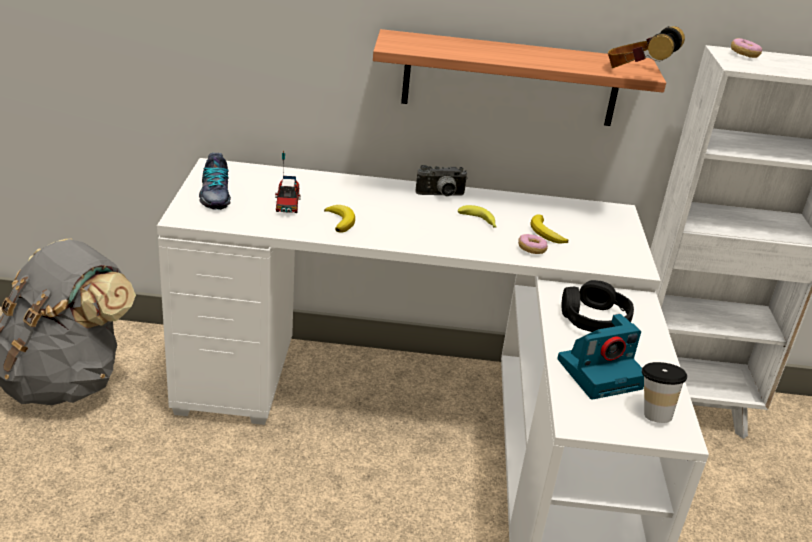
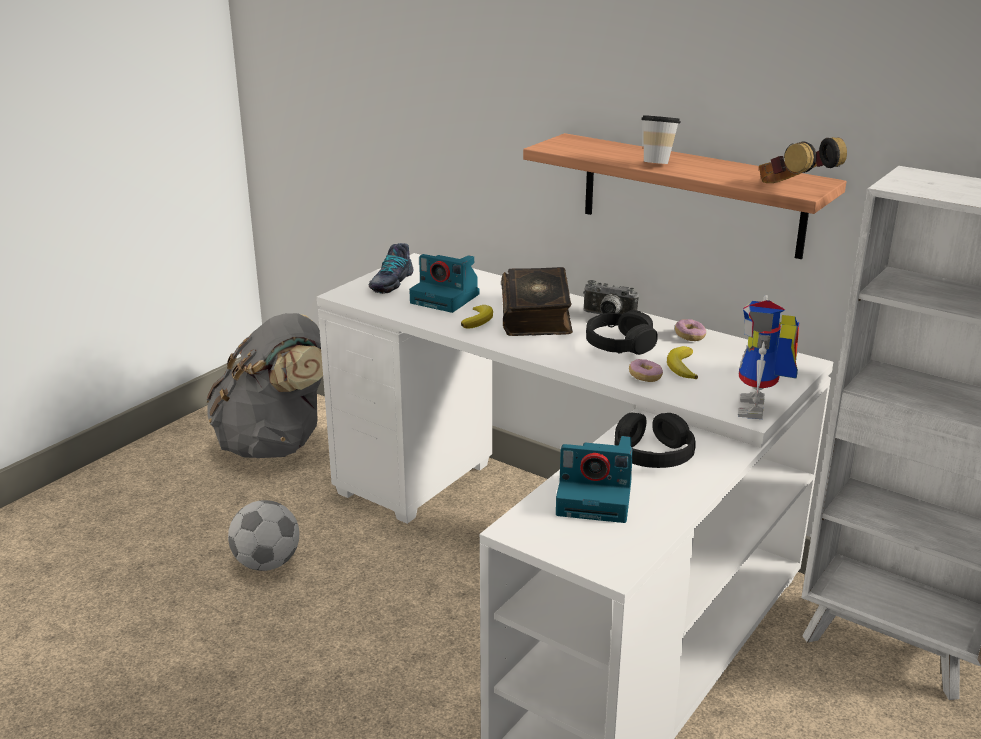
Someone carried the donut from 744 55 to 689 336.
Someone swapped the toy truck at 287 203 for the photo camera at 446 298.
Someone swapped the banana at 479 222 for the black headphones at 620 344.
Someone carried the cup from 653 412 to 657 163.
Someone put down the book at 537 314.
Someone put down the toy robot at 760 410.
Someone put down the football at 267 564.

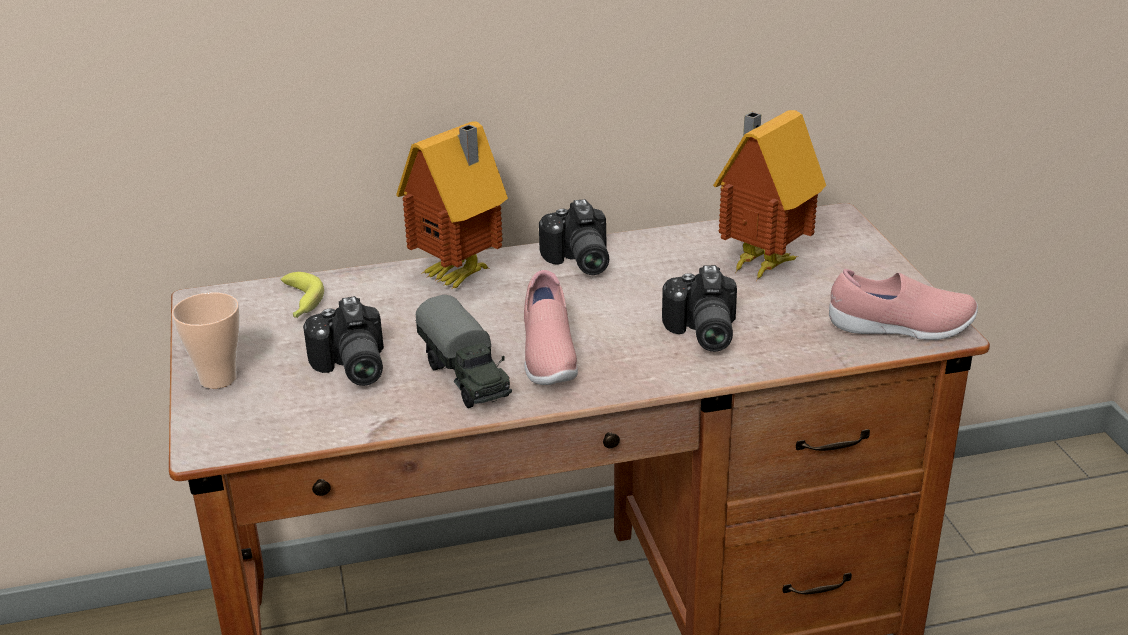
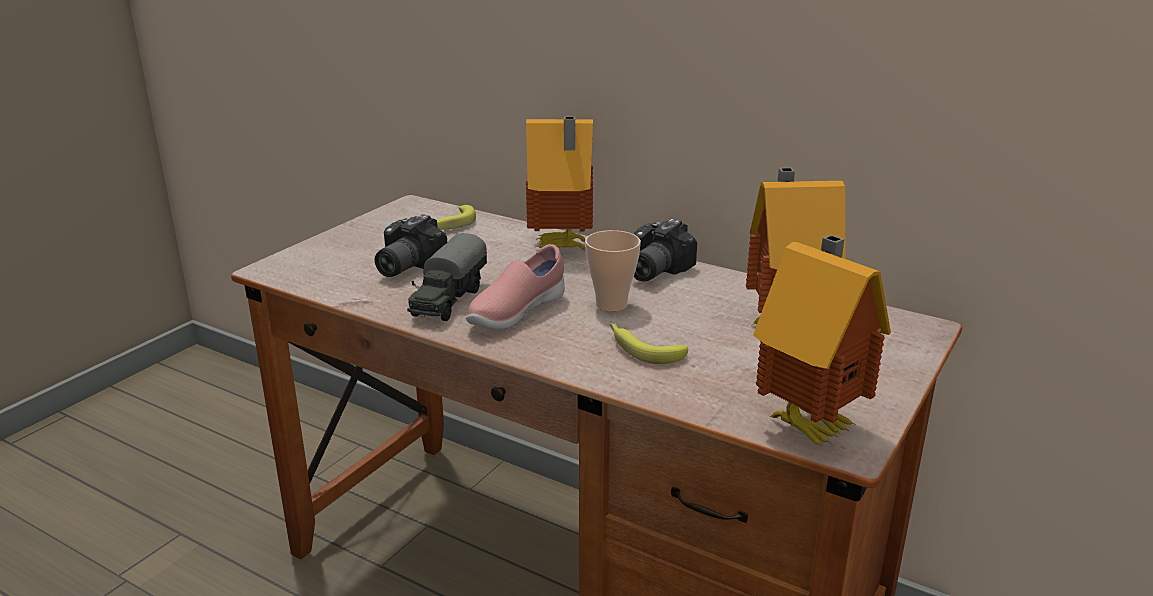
Someone swapped the photo camera at 700 333 for the banana at 642 348.
Someone swapped the pink shoe at 901 328 for the toy house at 812 425.
Someone carried the cup from 218 378 to 611 305.

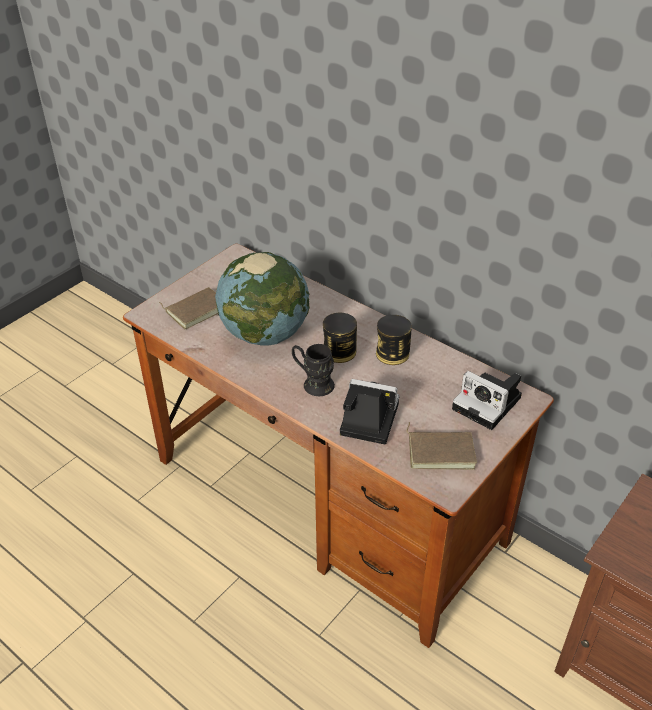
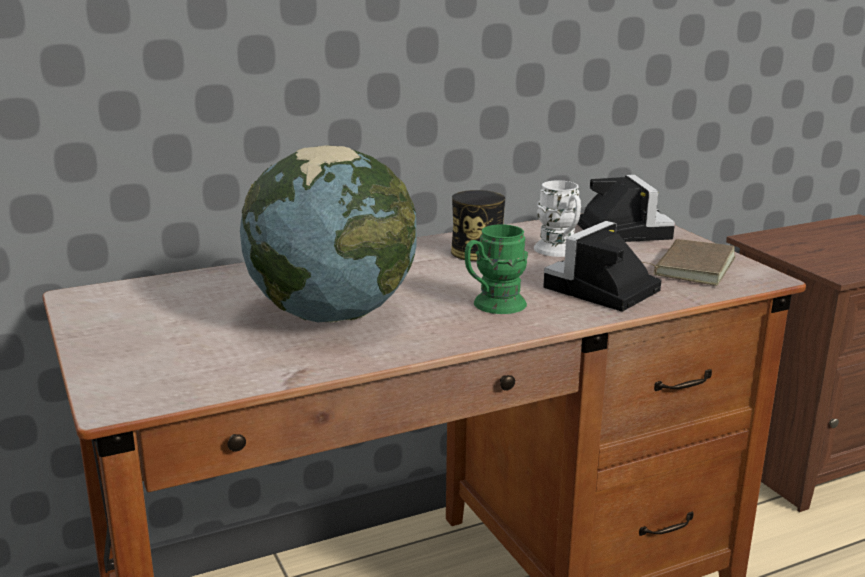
Someone took away the brown book at 196 309.
Someone took away the can at 339 351.
Someone repainted the black mug at 313 383, which became the green mug at 492 306.
Someone rotated the photo camera at 489 404 by 75 degrees counterclockwise.
Someone put down the white mug at 560 252.

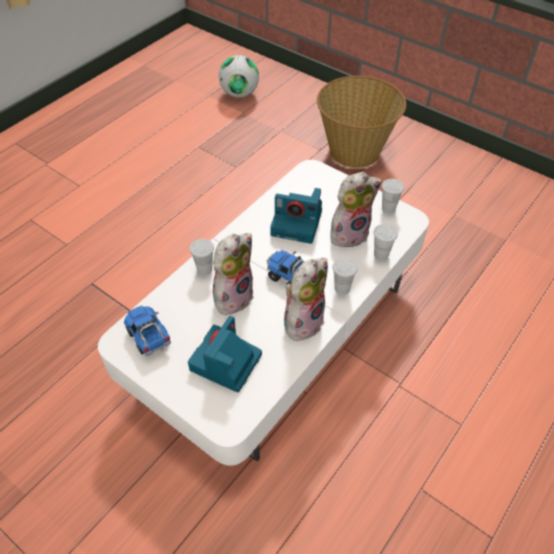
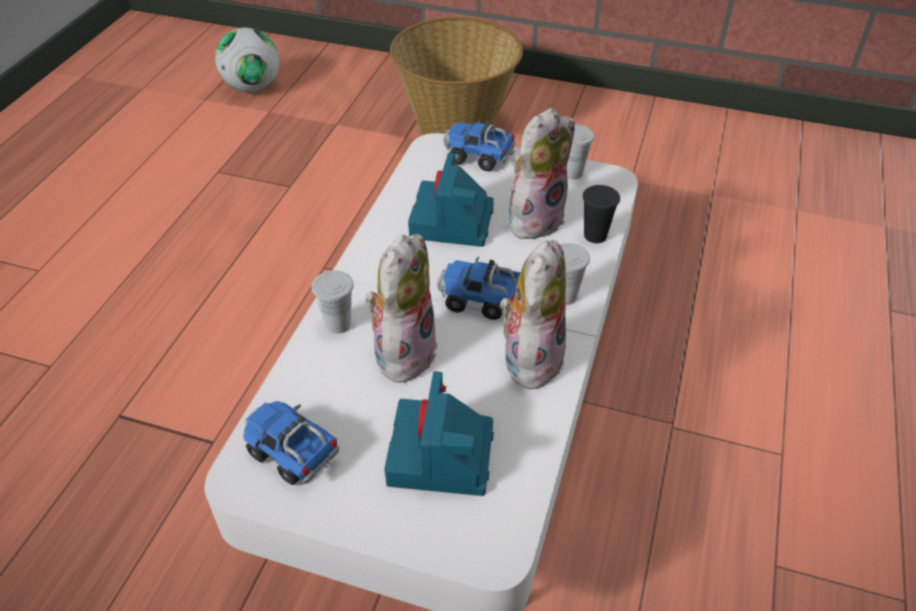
Someone rotated the photo camera at 298 223 by 105 degrees clockwise.
Someone repainted the white cup at 381 254, which became the black cup at 595 235.
Someone put down the toy truck at 479 157.

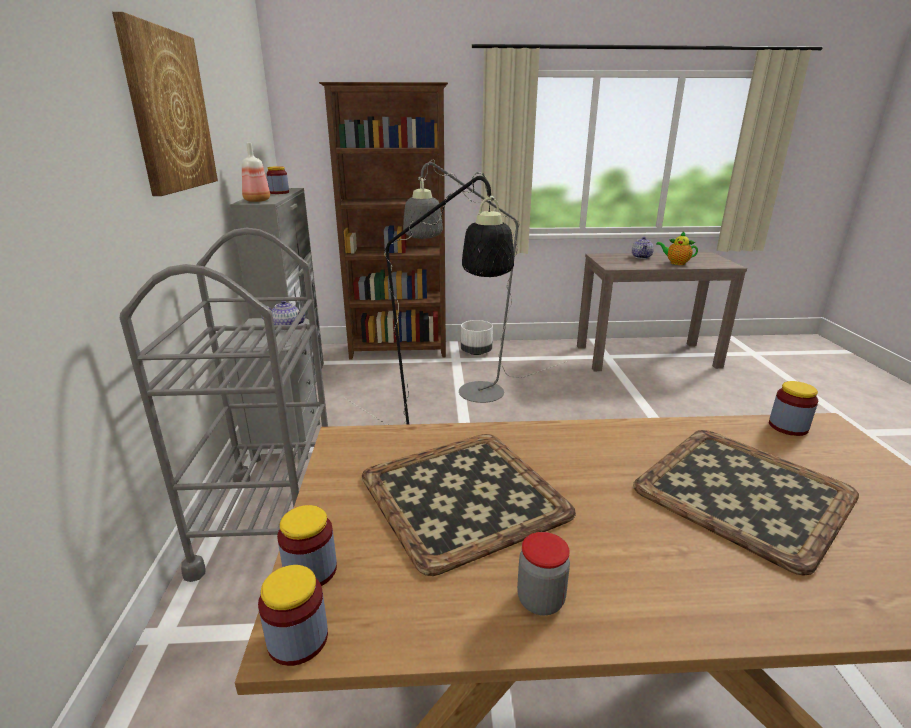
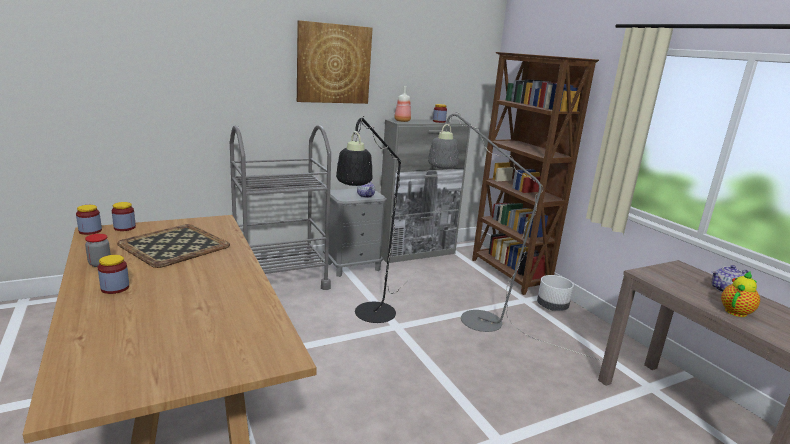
Someone rotated the teapot at 675 263 by 45 degrees clockwise.
Someone carried the jar from 788 427 to 115 288.
Someone took away the tray at 740 492.

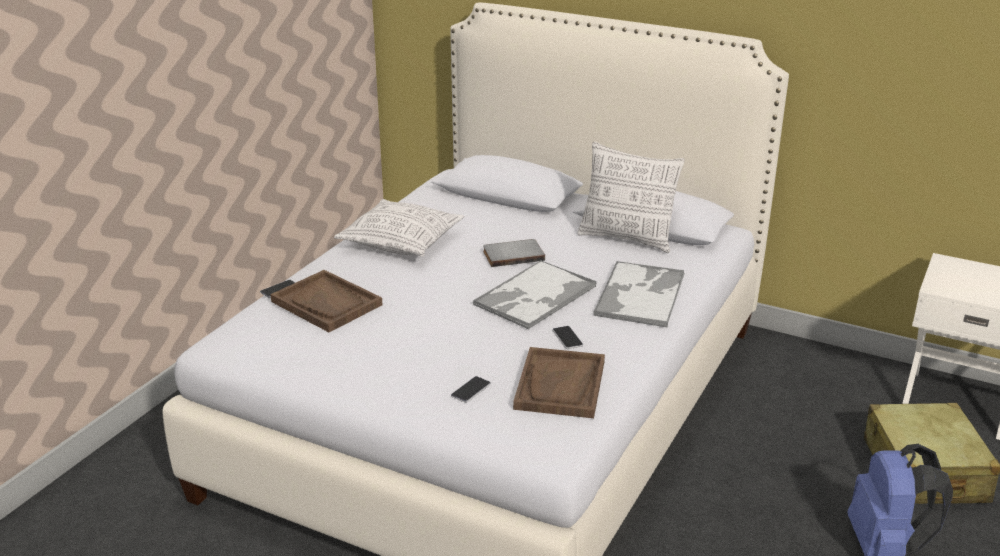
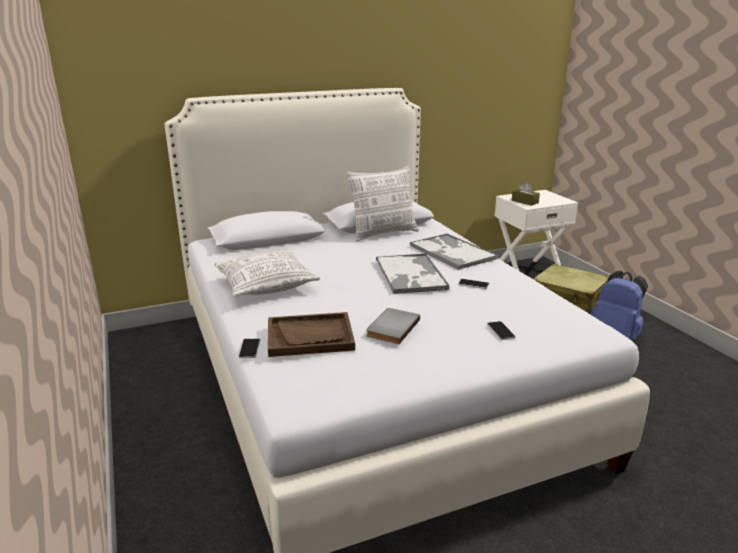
Someone carried the grey book from 513 254 to 391 327.
Someone took away the brown tray at 560 385.
Someone put down the brown tissue box at 524 201.

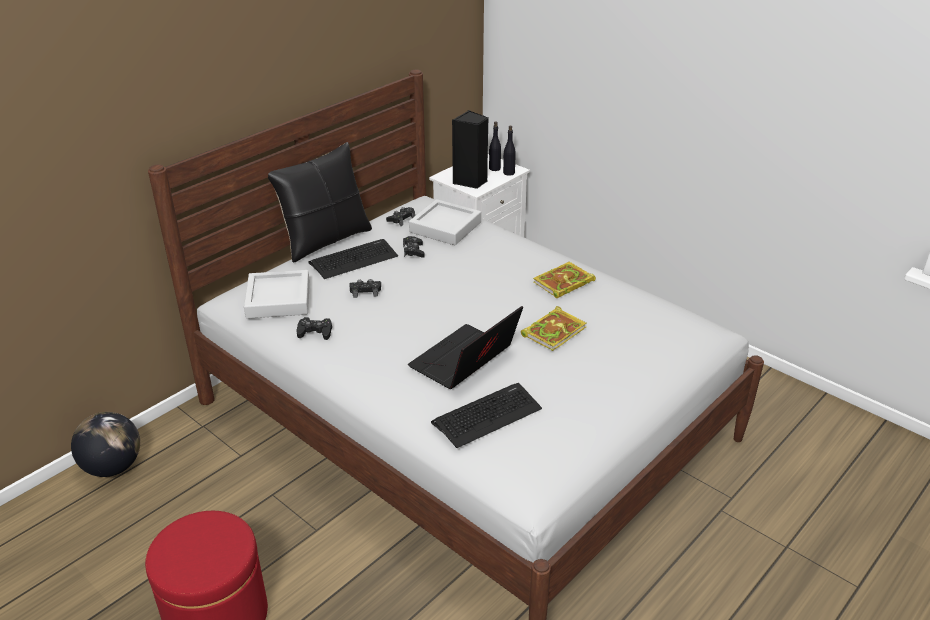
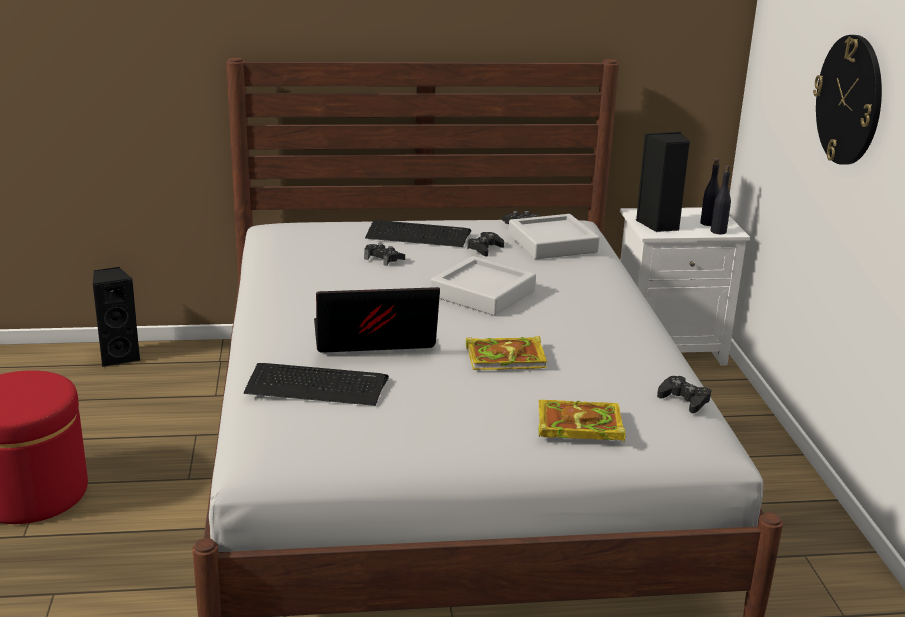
Someone took away the black pillow at 325 240.
Someone carried the book from 563 283 to 577 426.
Someone carried the grey tray from 278 299 to 483 293.
Someone carried the black game controller from 315 332 to 684 400.
Someone swapped the globe at 113 467 for the black speaker at 119 357.
Someone put up the wall clock at 849 100.

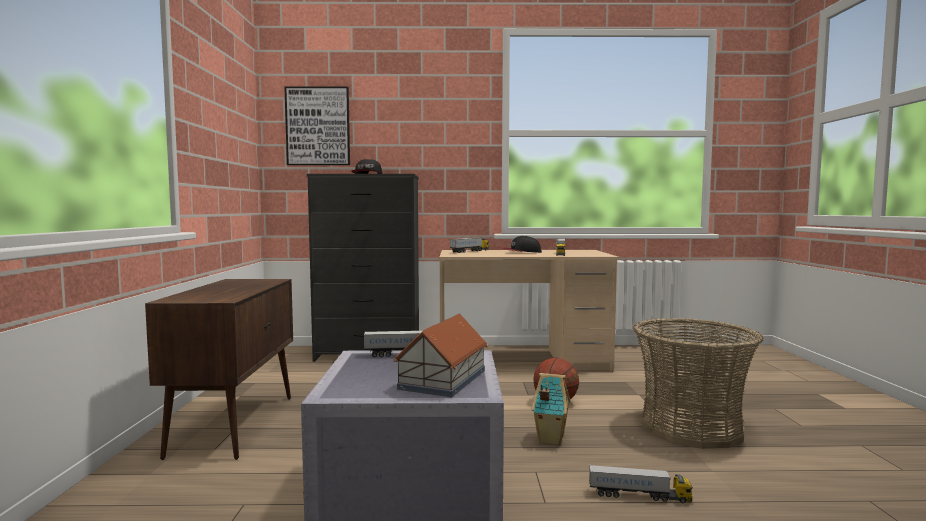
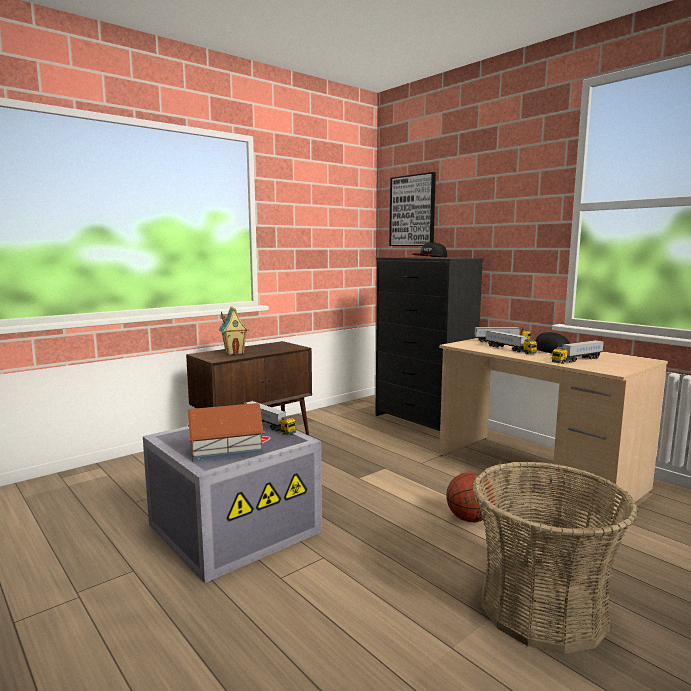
Someone carried the toy house from 549 439 to 234 352.
Someone carried the toy truck from 639 496 to 509 349.

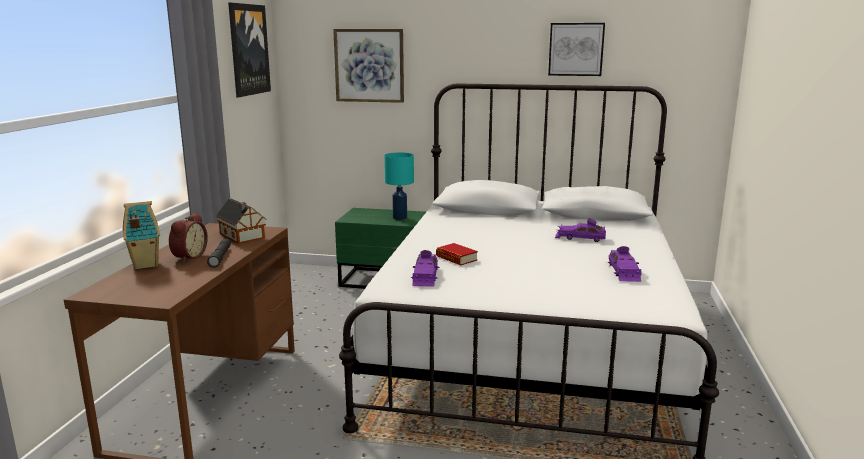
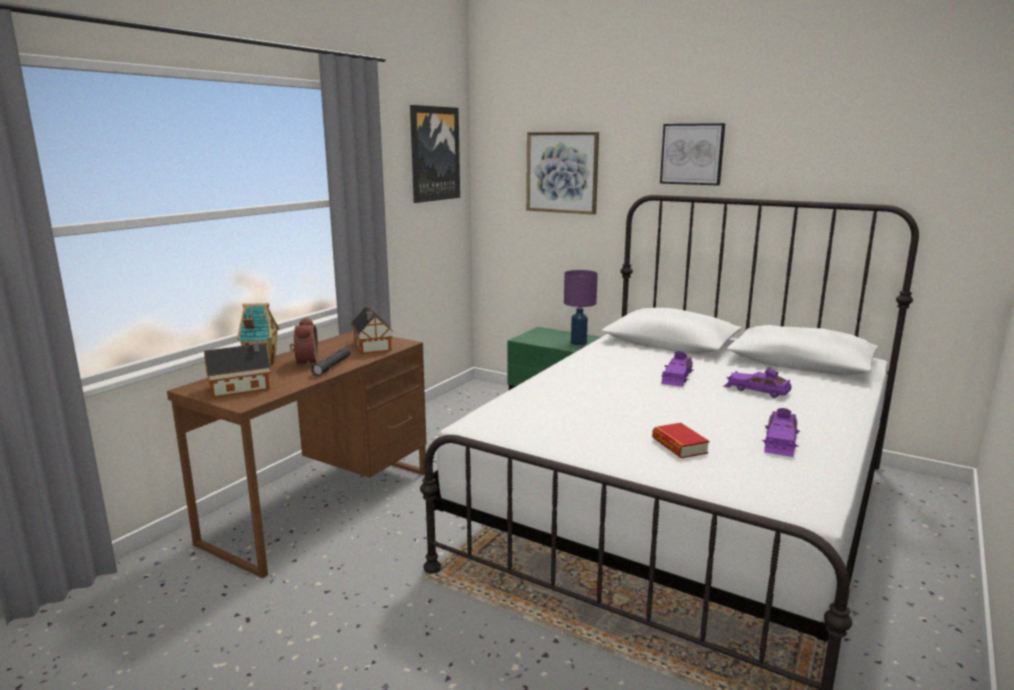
Someone carried the picture from 576 49 to 692 154.
Someone repainted the turquoise table lamp at 399 218, which became the purple table lamp at 578 343.
Someone rotated the alarm clock at 188 257 by 45 degrees counterclockwise.
Someone carried the book from 456 258 to 679 446.
Someone carried the purple toy car from 425 276 to 676 377.
Someone put down the toy house at 242 387.

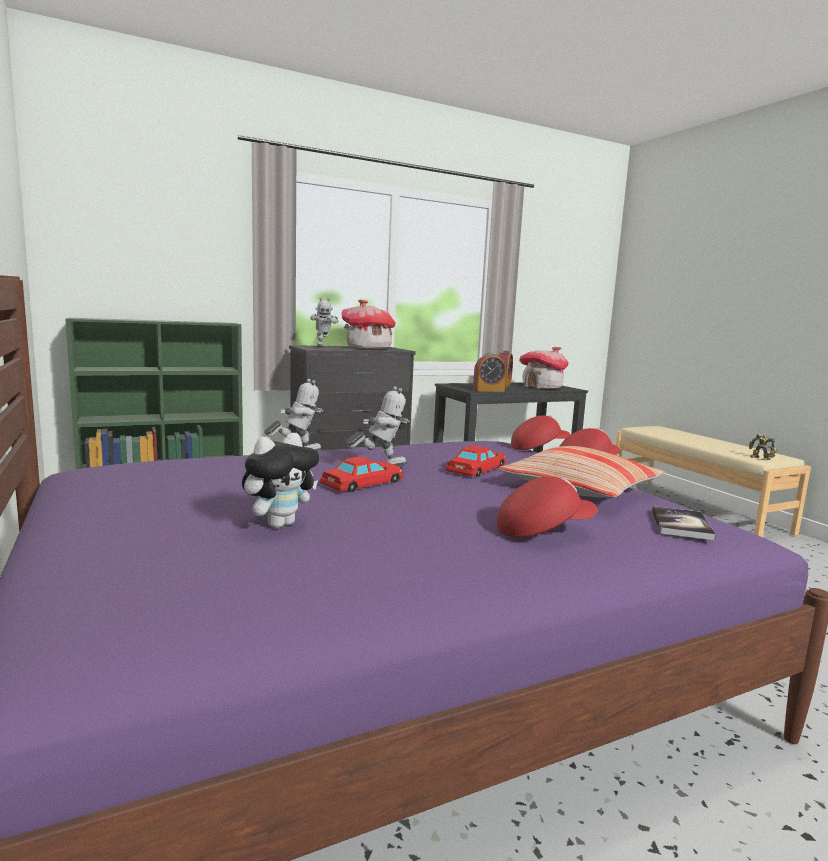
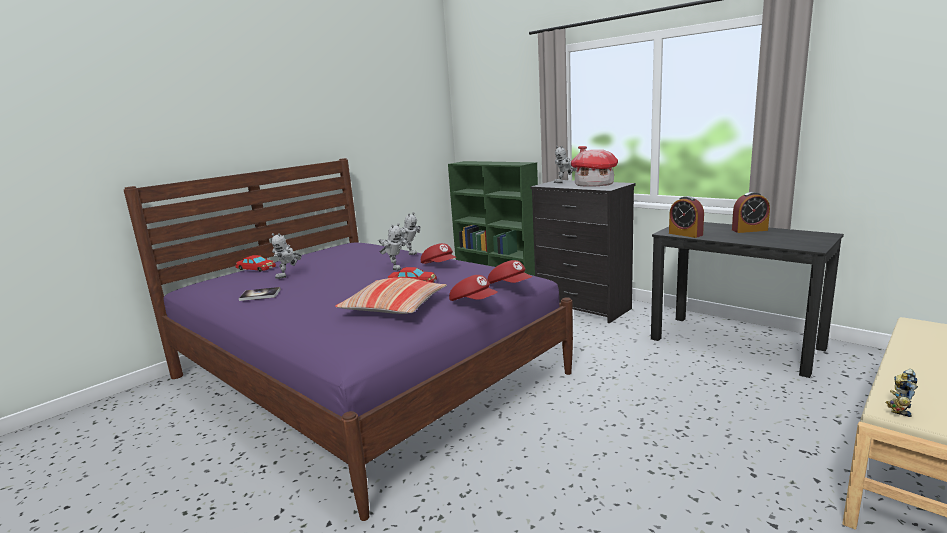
Someone took away the toy house at 542 387.
Someone swapped the plush toy at 280 524 for the toy robot at 289 276.
Someone carried the red toy car from 363 483 to 256 268.
Someone carried the red cap from 543 530 to 439 265.
Someone carried the book from 681 524 to 260 295.

